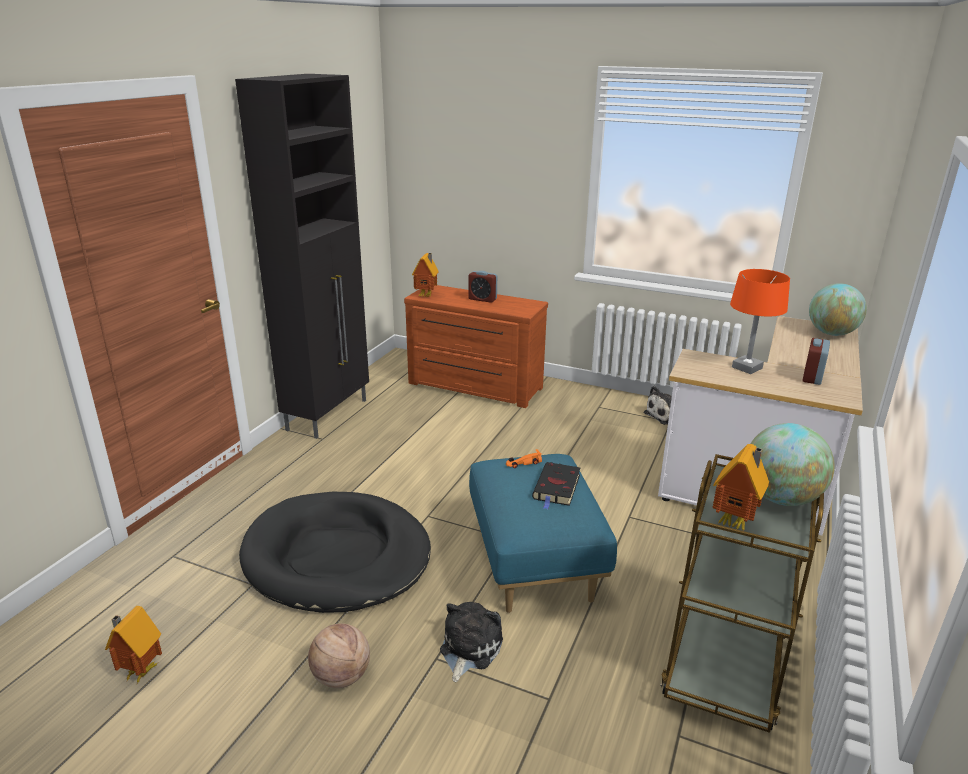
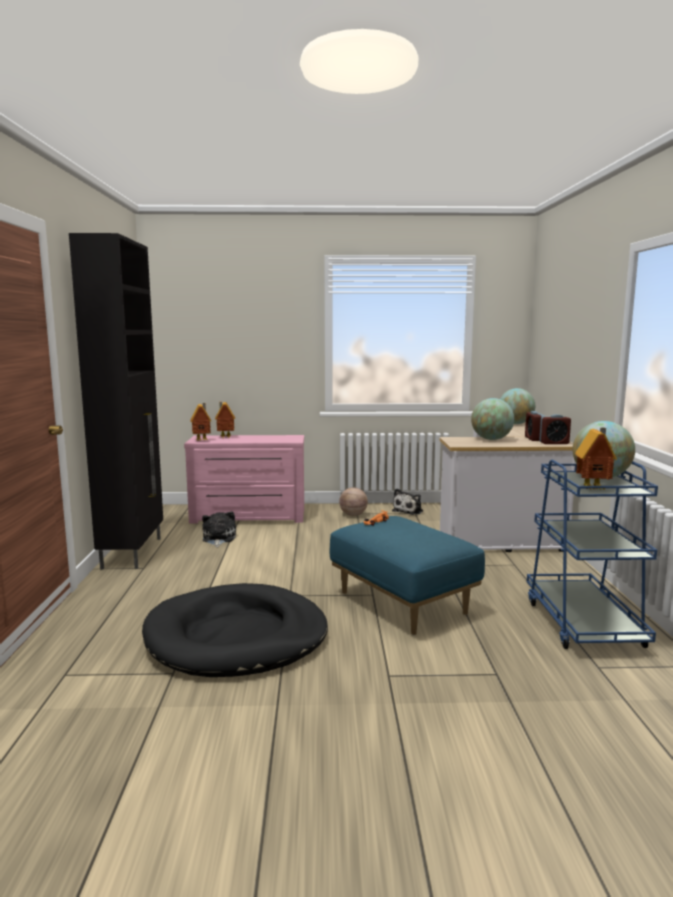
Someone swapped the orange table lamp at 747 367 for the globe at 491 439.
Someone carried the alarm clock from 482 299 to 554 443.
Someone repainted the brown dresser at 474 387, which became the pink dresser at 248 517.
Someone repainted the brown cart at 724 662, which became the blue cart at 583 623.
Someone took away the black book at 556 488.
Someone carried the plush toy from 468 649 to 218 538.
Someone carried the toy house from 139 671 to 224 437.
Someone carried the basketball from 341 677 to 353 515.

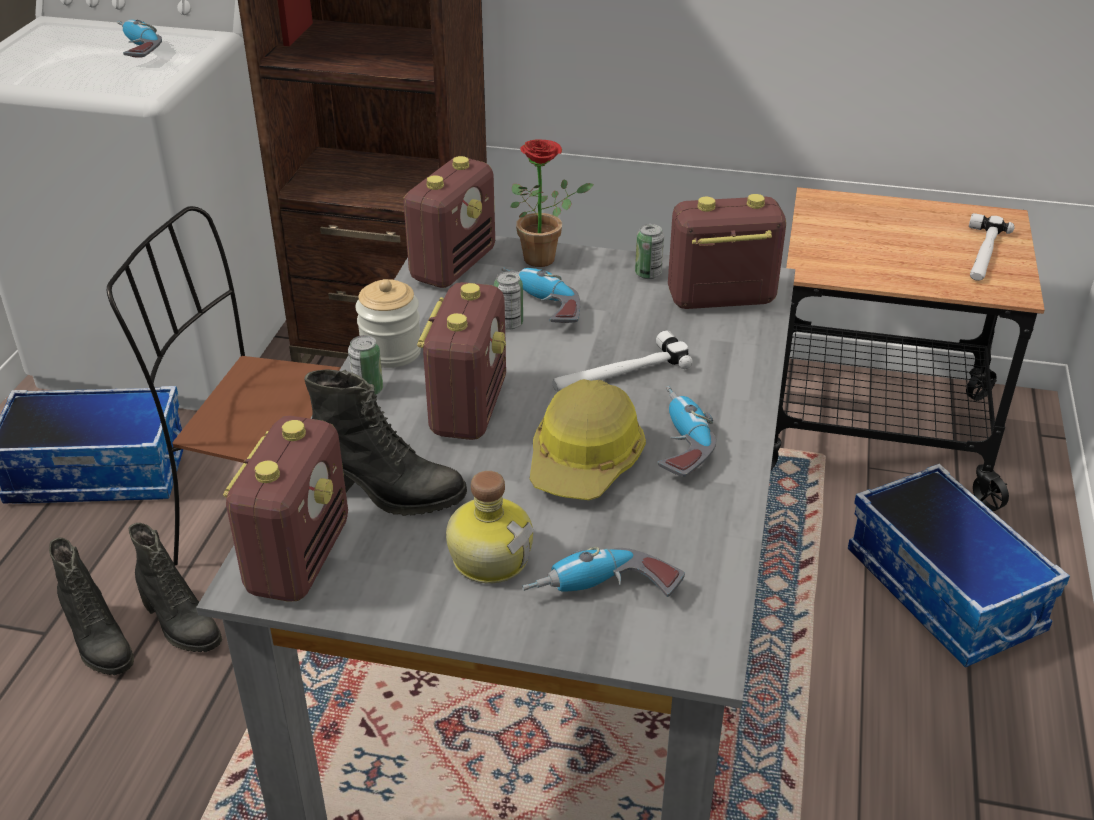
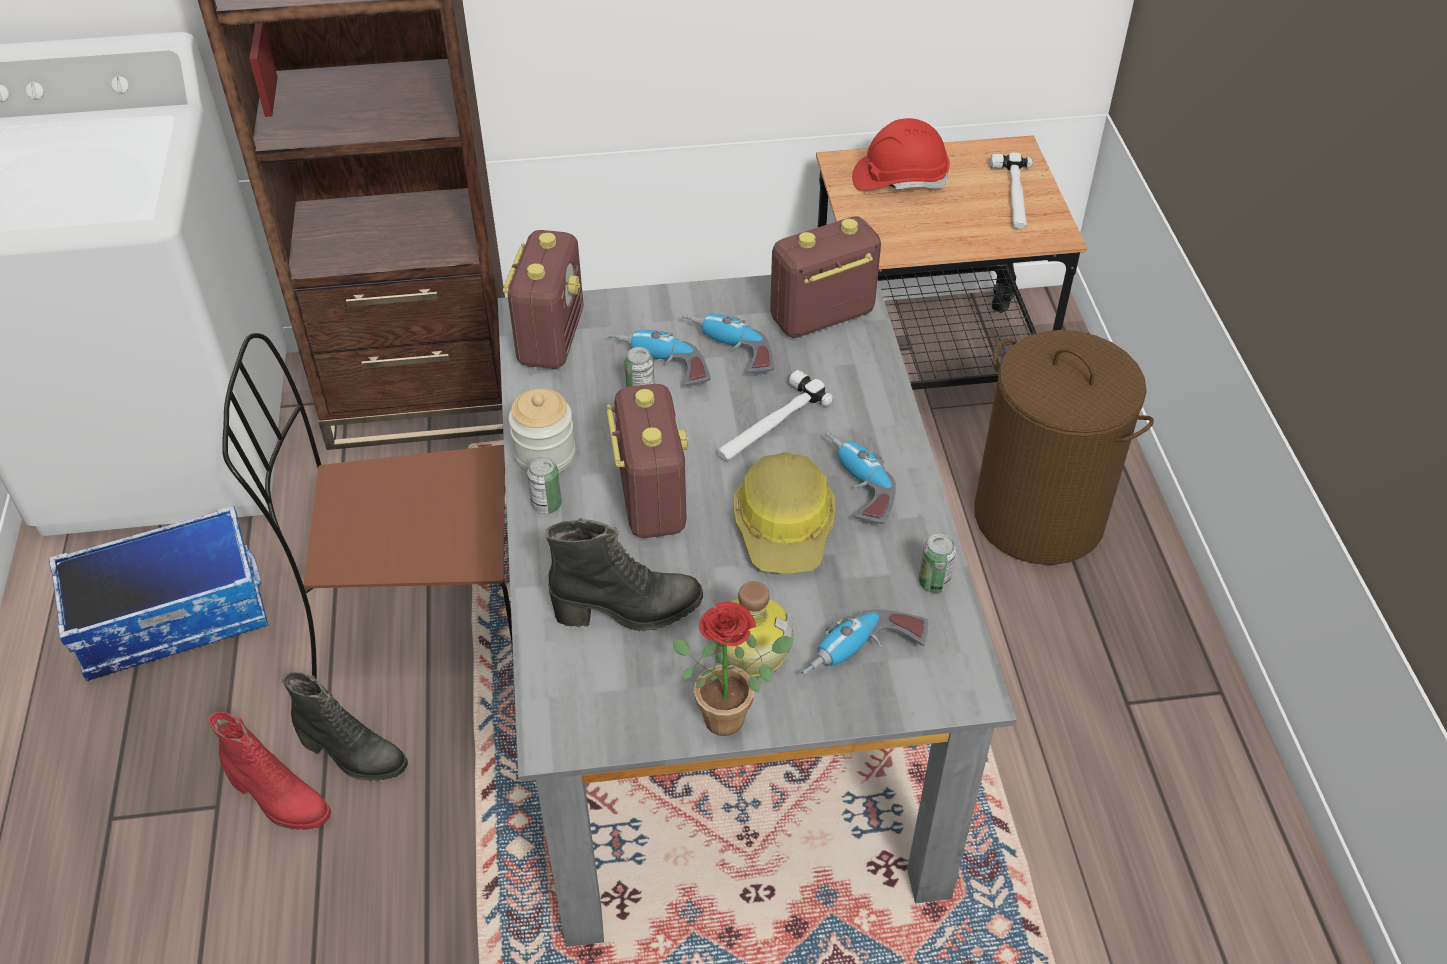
Someone carried the power drill from 135 50 to 728 352.
Someone carried the potted plant from 546 258 to 732 714.
Someone carried the can from 648 274 to 934 582.
Someone took away the radio at 298 557.
Someone swapped the storage box at 945 591 for the brown laundry basket at 1040 517.
Someone repainted the black boot at 98 643, which became the red boot at 279 800.
Someone put down the red hard hat at 899 179.

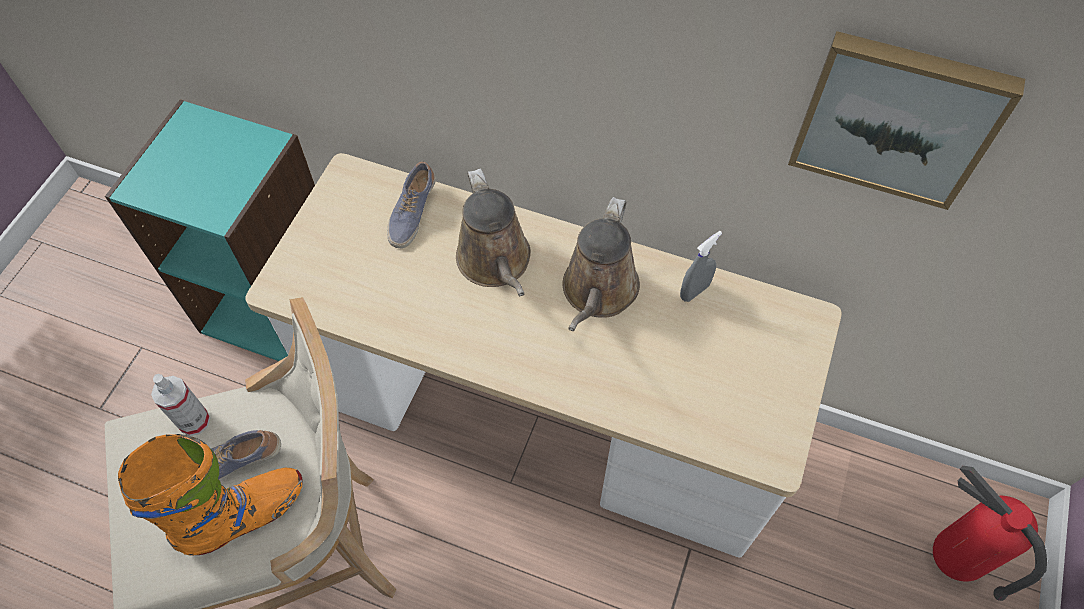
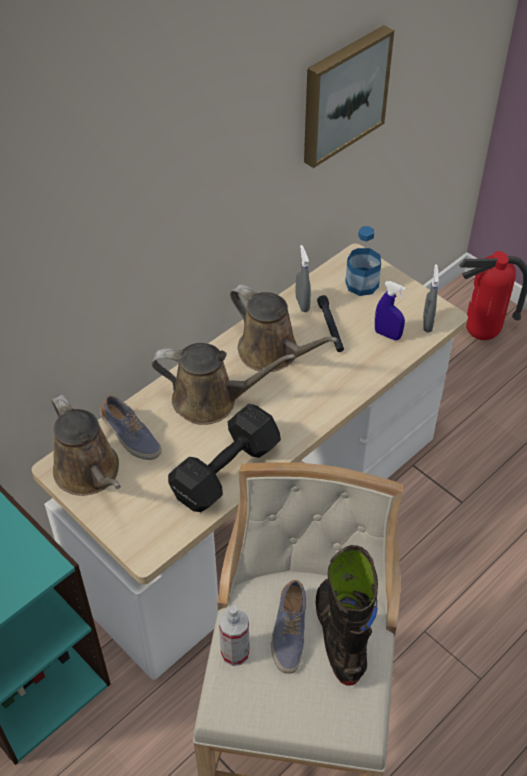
Someone repainted the orange boot at 244 516, which became the black boot at 340 636.
Someone put down the bottle at 362 284.
Someone put down the grey spray bottle at 427 323.
Someone put down the blue spray bottle at 387 334.
Someone put down the black flashlight at 330 327.
Someone put down the brown watering can at 90 473.
Someone put down the black dumbbell at 228 470.

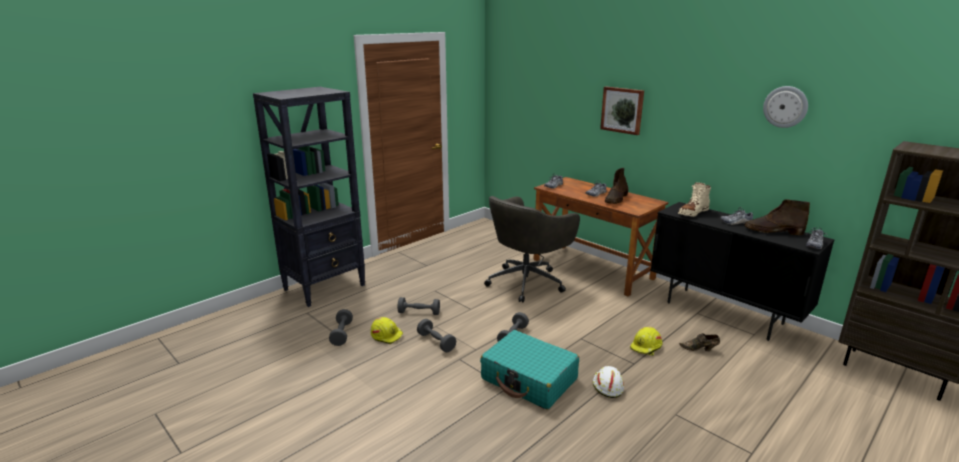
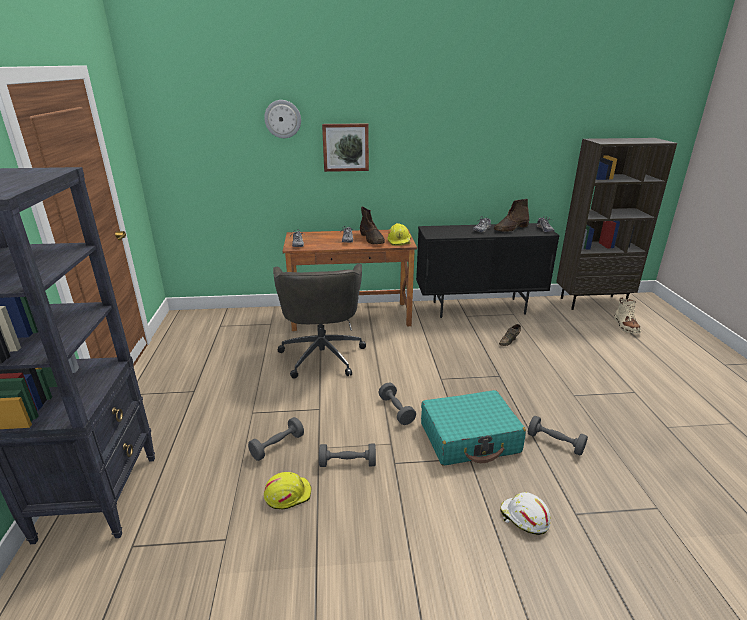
Someone carried the wall clock from 785 106 to 282 119.
Someone carried the beige boot from 693 213 to 625 326.
Someone carried the grey dumbbell from 342 334 to 555 443.
Someone carried the yellow hard hat from 646 347 to 399 241.
Someone carried the white hard hat from 606 386 to 524 518.

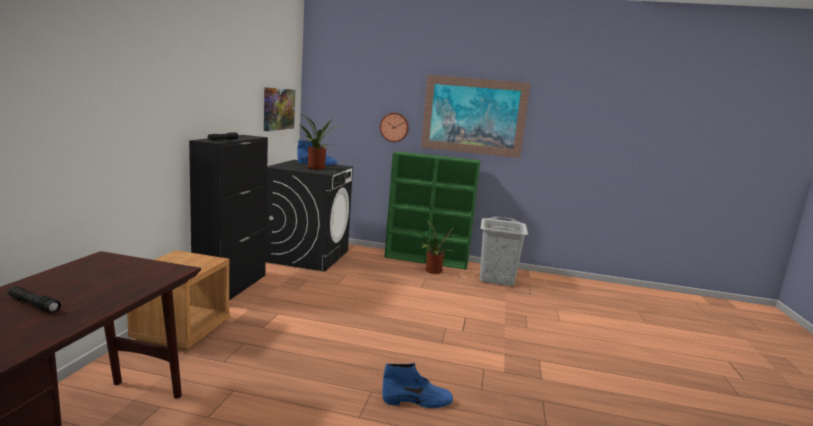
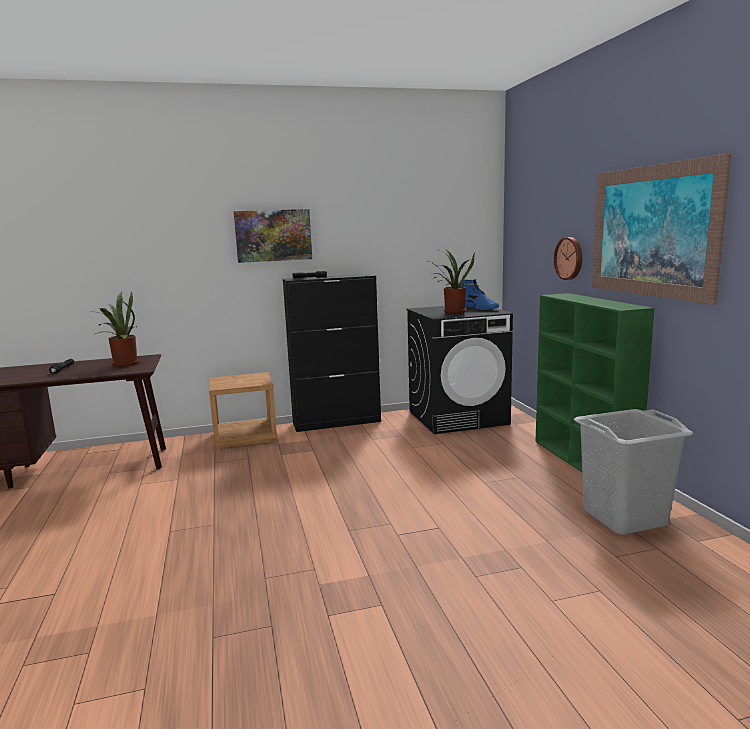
Someone carried the picture from 278 109 to 273 235.
Someone carried the potted plant from 432 271 to 122 364.
Someone took away the blue boot at 417 401.

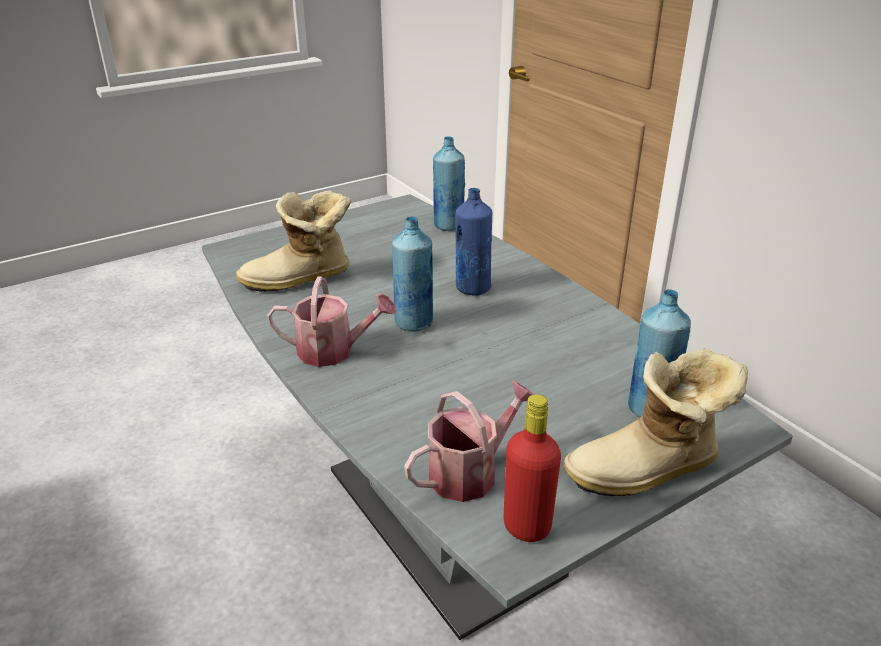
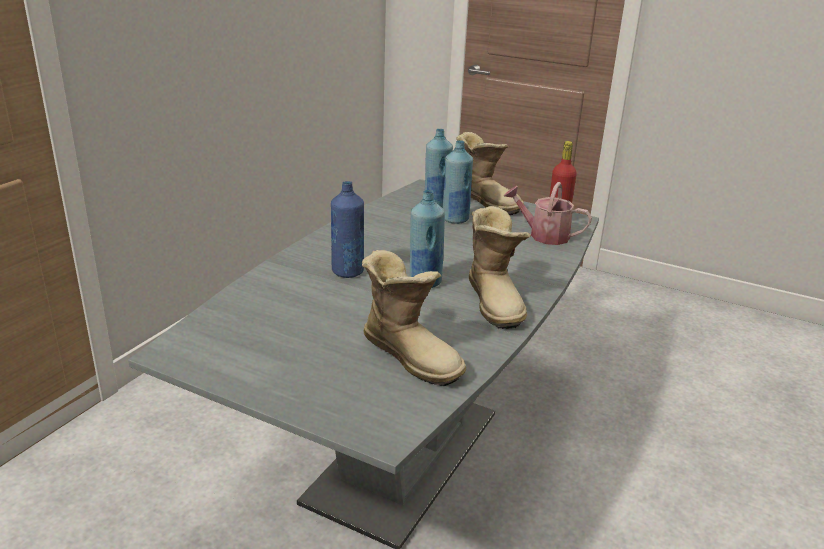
Someone carried the blue bottle from 448 225 to 455 219.
Someone swapped the watering can at 333 351 for the boot at 496 301.

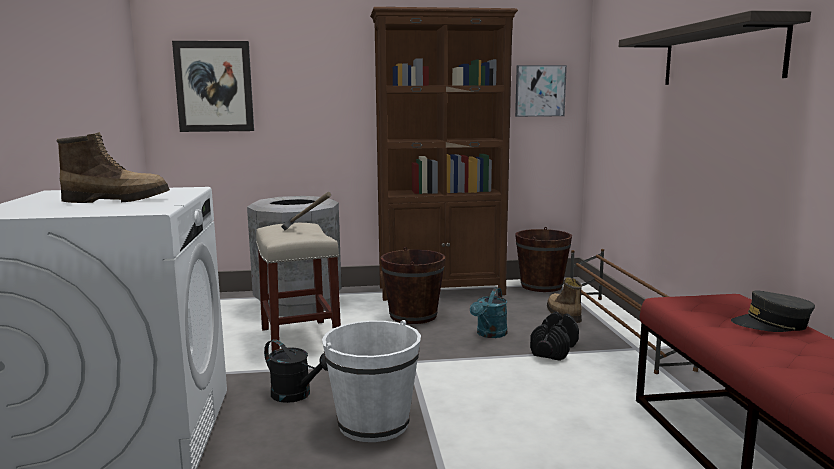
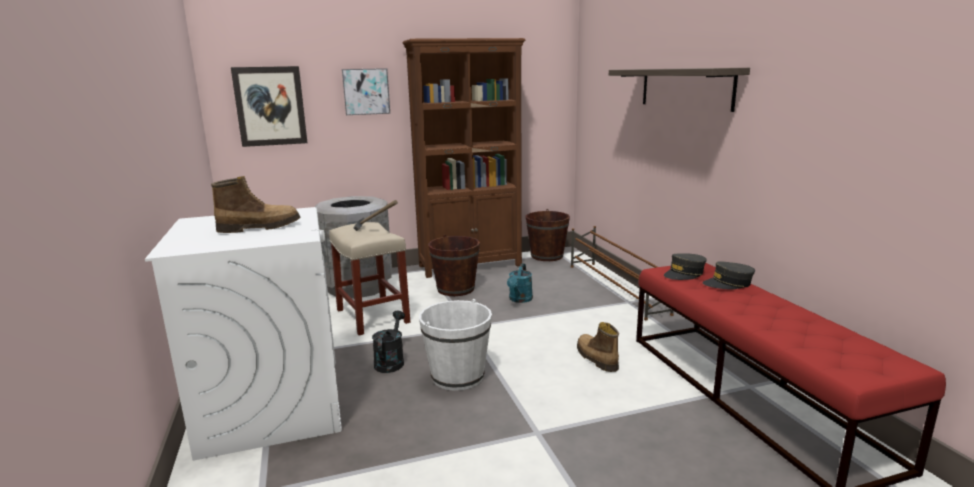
Someone carried the picture from 539 91 to 366 91.
Someone carried the boot from 562 314 to 595 358.
Someone took away the black dumbbell at 554 350.
Someone rotated the black watering can at 297 395 by 105 degrees counterclockwise.
Someone put down the grey cap at 684 274.

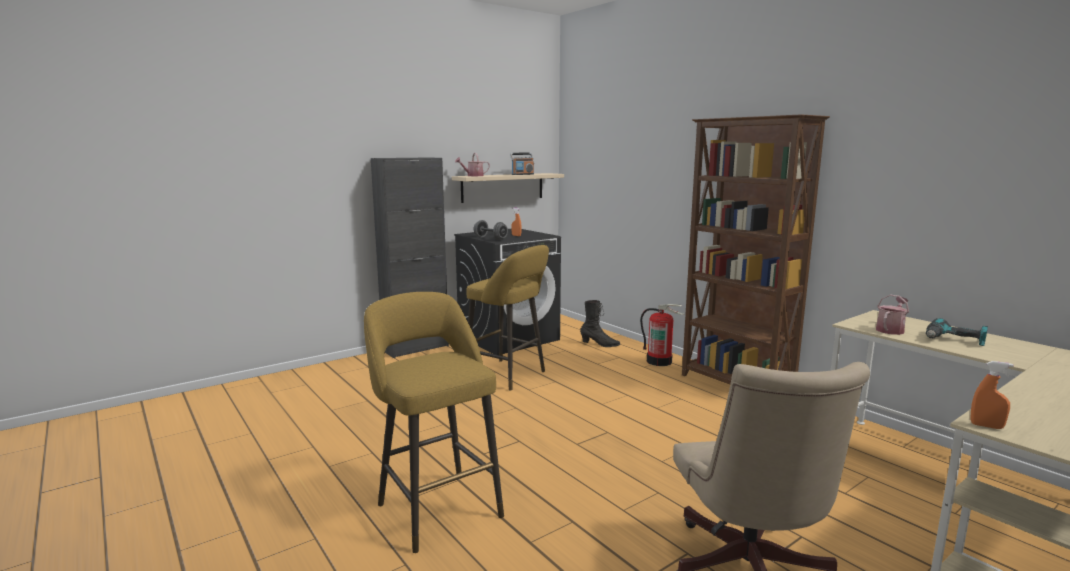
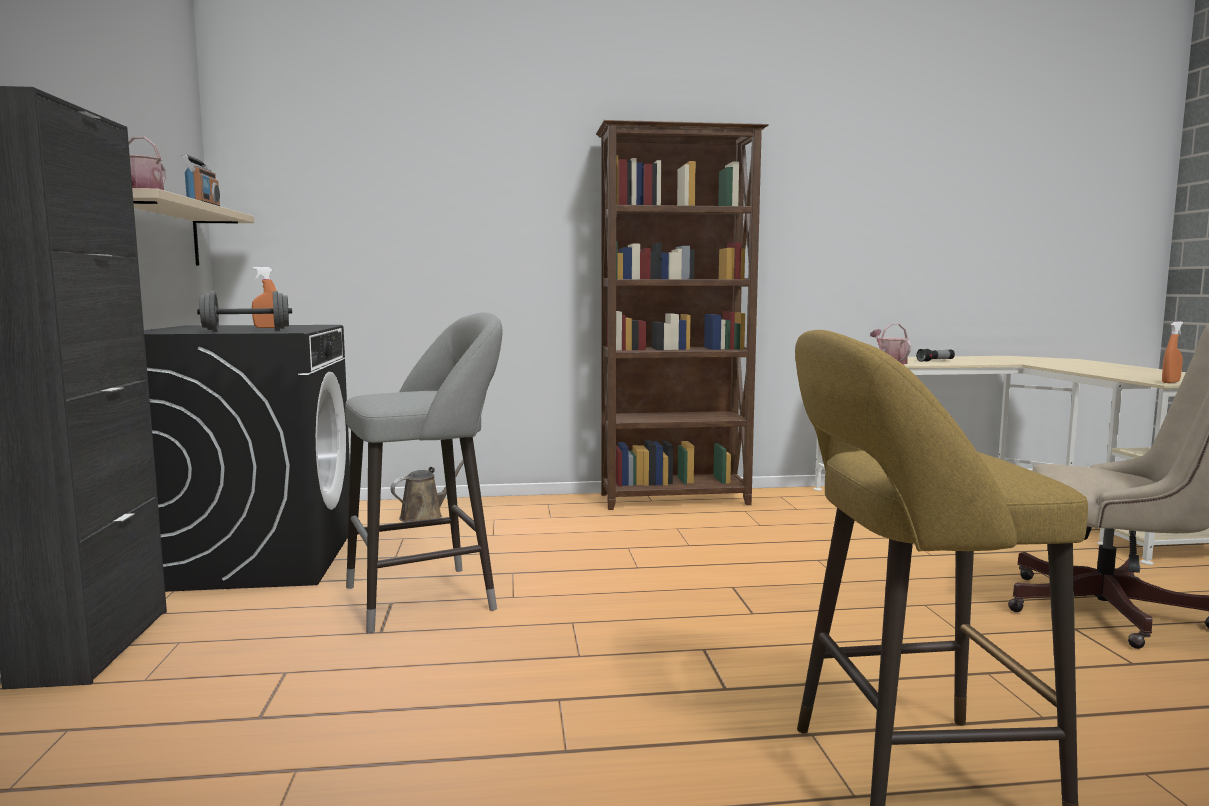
Someone repainted the yellow stool at 509 375, which became the grey stool at 429 596.
Someone swapped the black boot at 599 344 for the brown watering can at 425 516.
Someone took away the fire extinguisher at 659 361.
Someone swapped the power drill at 954 340 for the flashlight at 935 361.

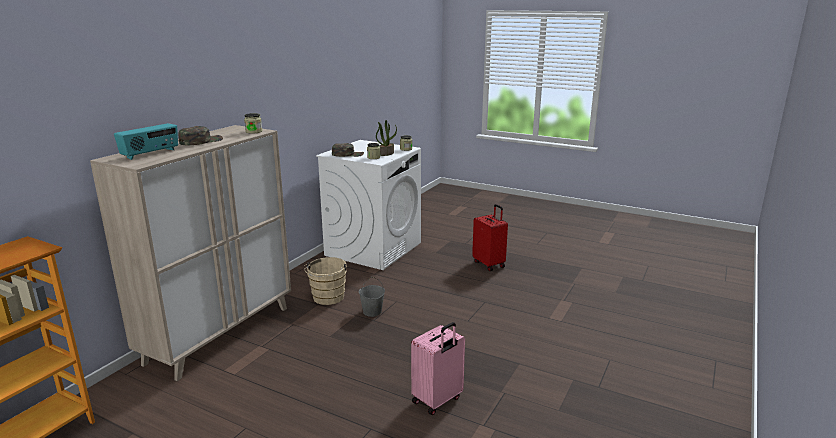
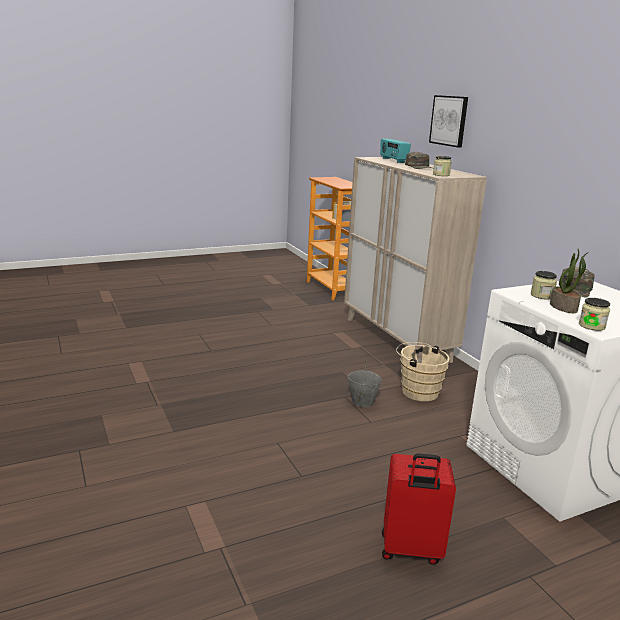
Someone took away the pink suitcase at 437 400.
Someone put up the picture at 449 120.

